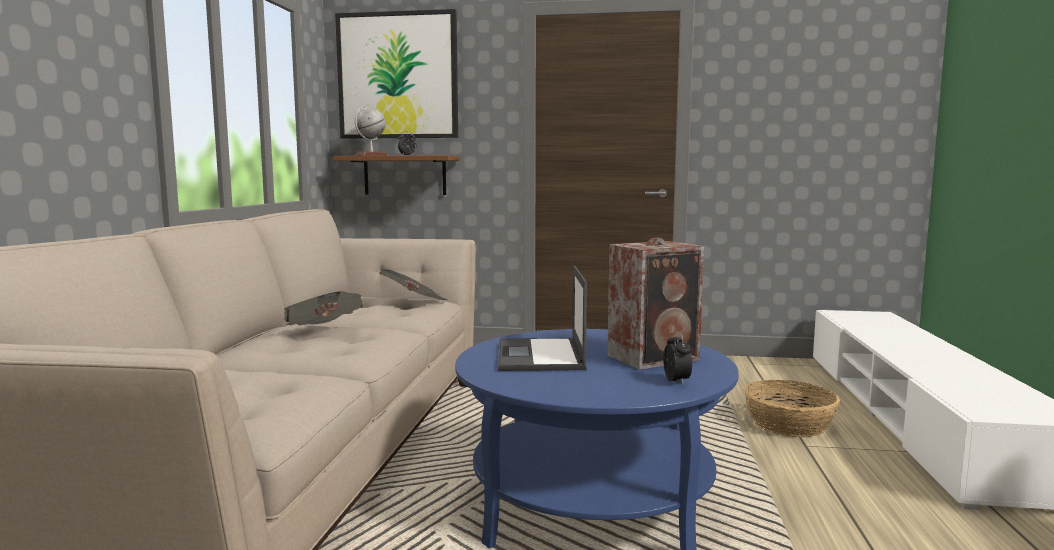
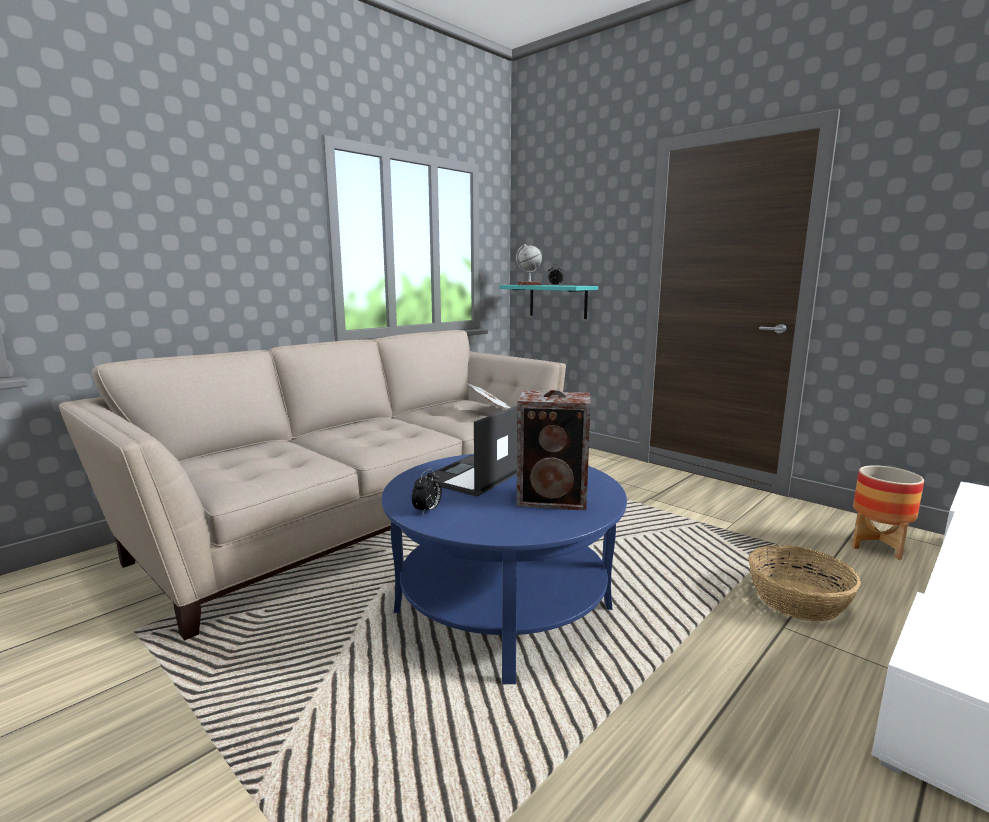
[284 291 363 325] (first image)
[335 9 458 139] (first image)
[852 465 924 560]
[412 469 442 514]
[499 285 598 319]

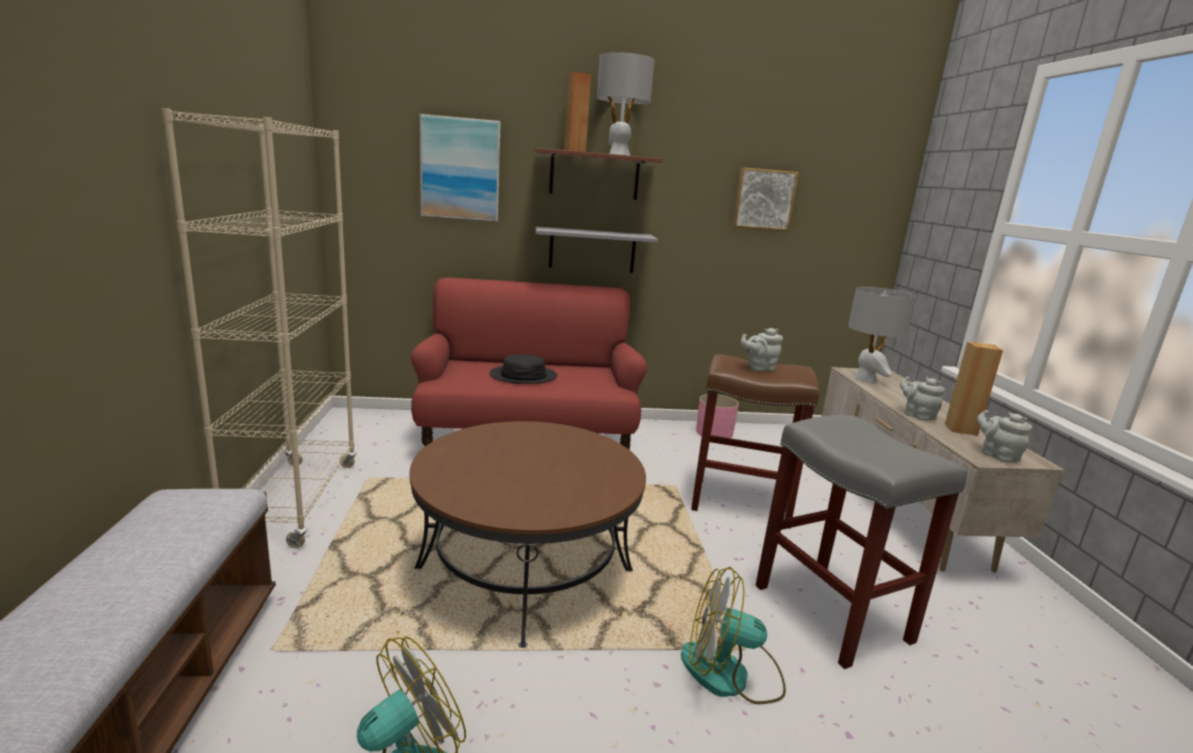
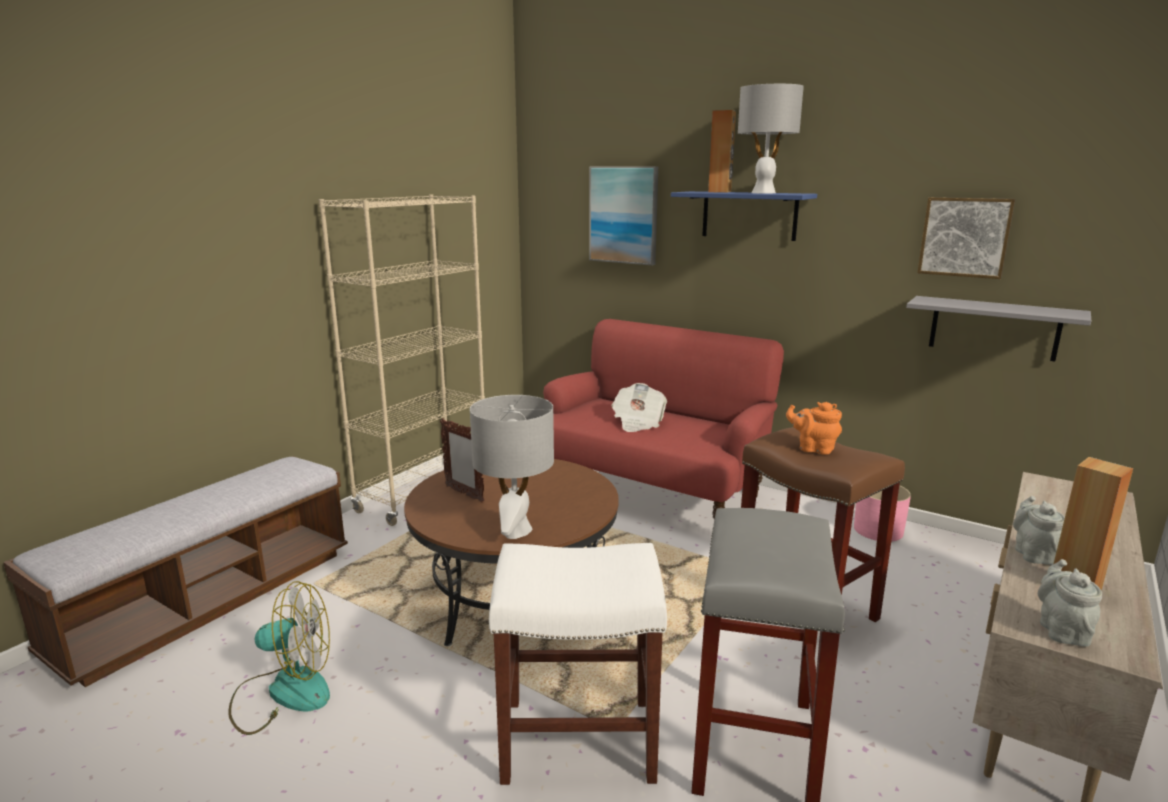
[440 418 484 503]
[906 296 1091 361]
[470 395 554 539]
[612 383 667 432]
[489 543 667 785]
[671 191 817 241]
[786 402 842 455]

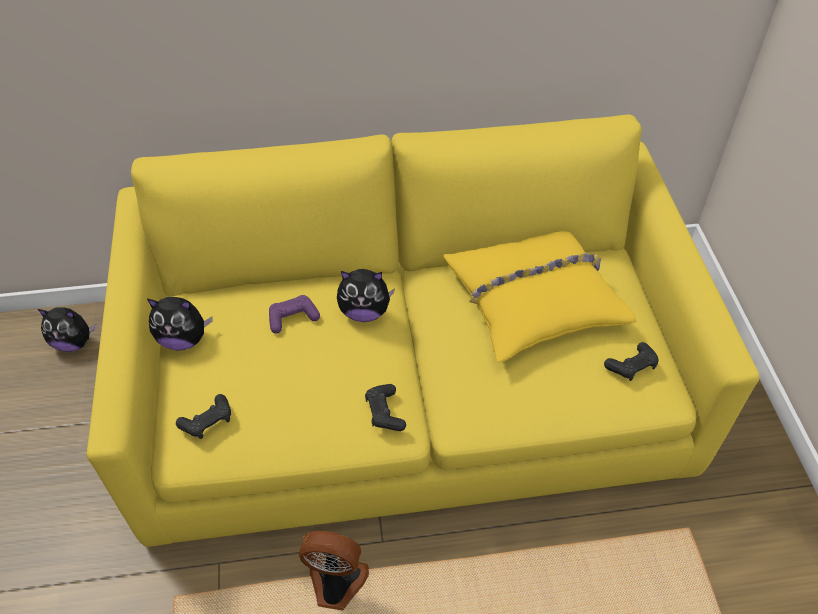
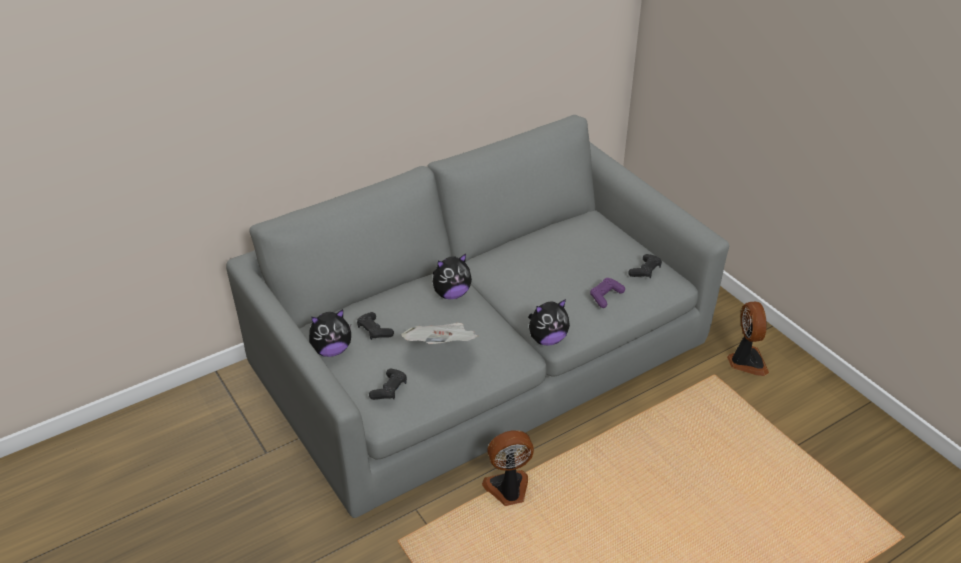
[443 231 637 363] (first image)
[401 323 479 344]
[727 302 769 376]
[528 299 570 346]
[590 278 625 308]
[357 312 394 340]
[226 115 729 518]

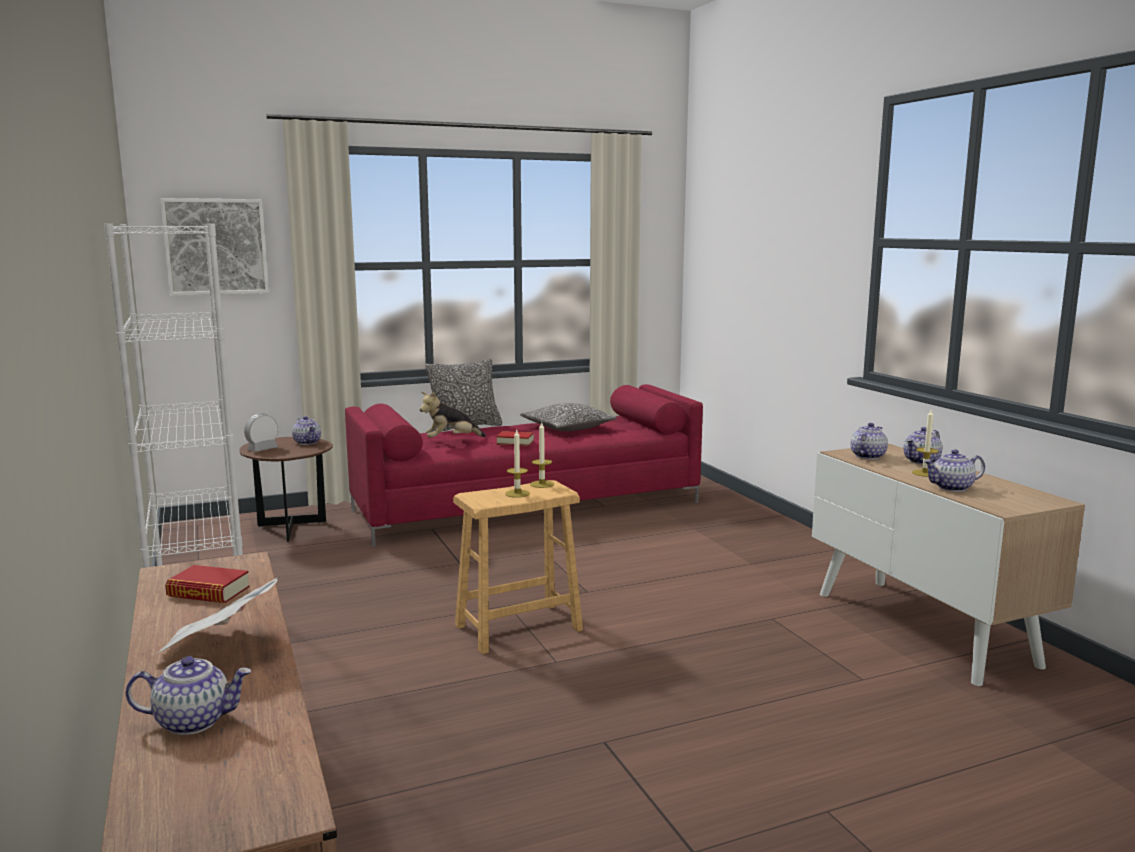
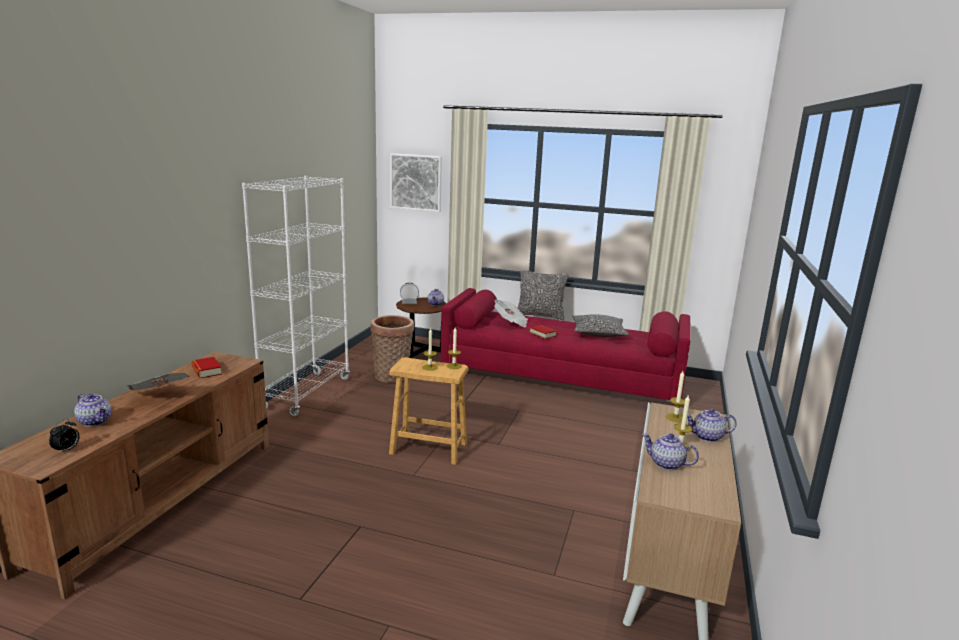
[49 419 79 454]
[370 315 414 383]
[494 299 528 328]
[666 371 685 422]

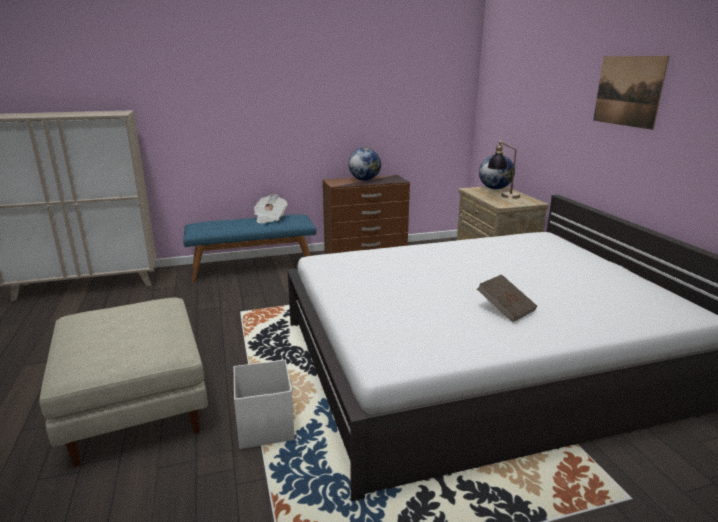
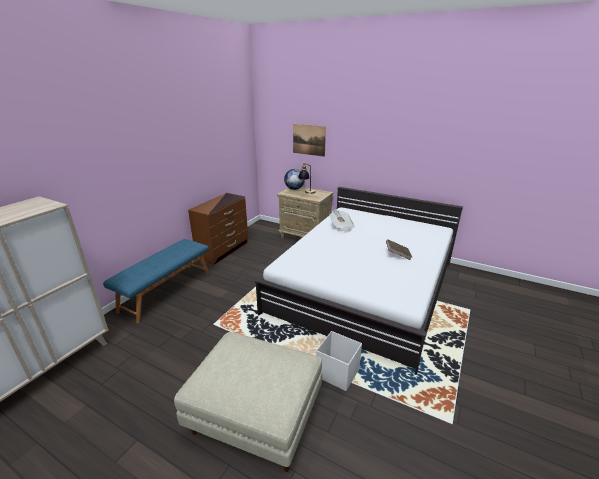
[349 148 381 181] (first image)
[329 210 355 233]
[293 124 326 157]

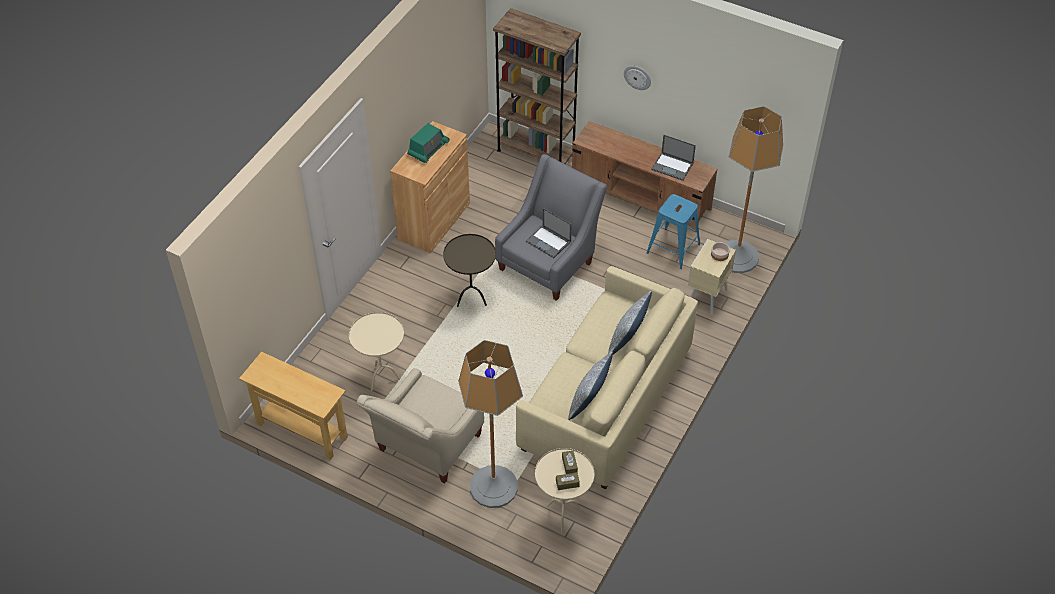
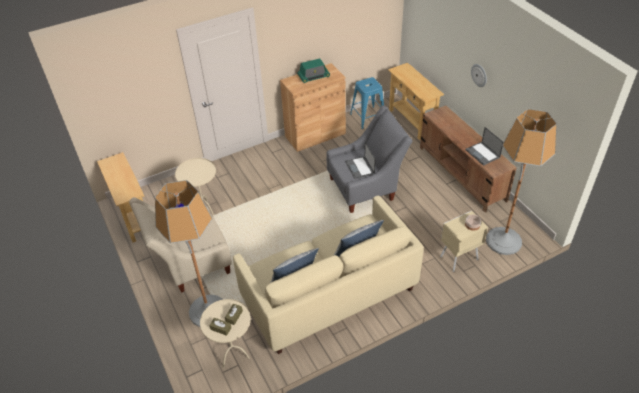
[443 234 496 307] (first image)
[350 77 384 129]
[388 63 444 140]

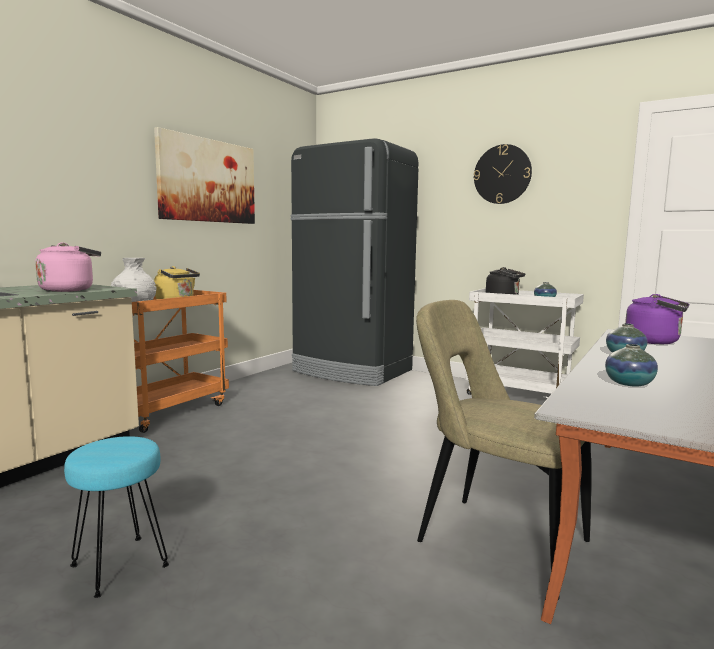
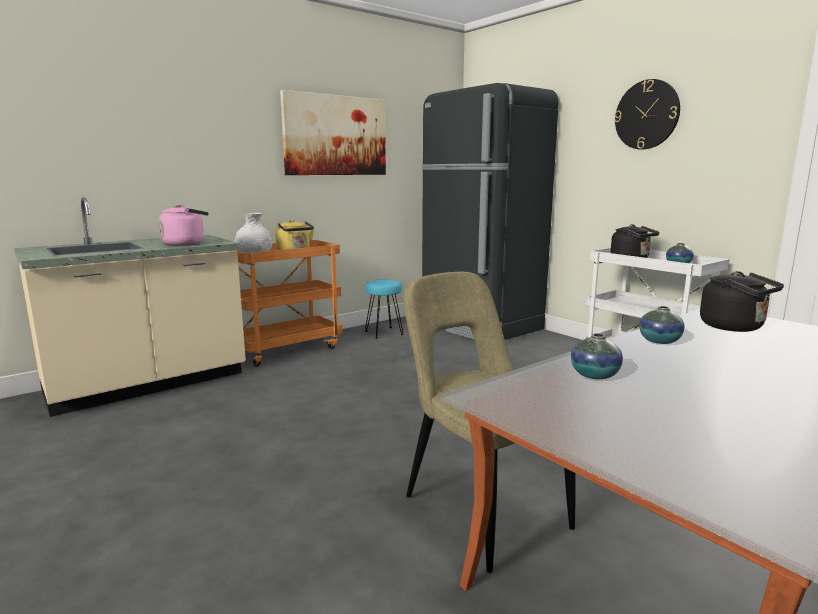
[365 280 404 339]
[700 271 784 332]

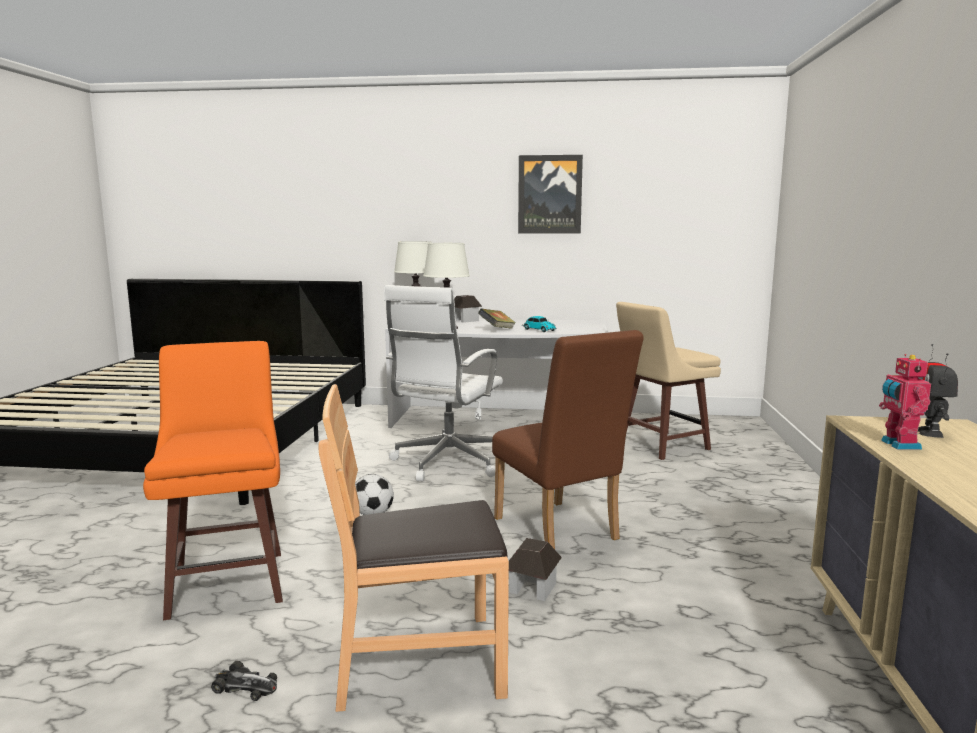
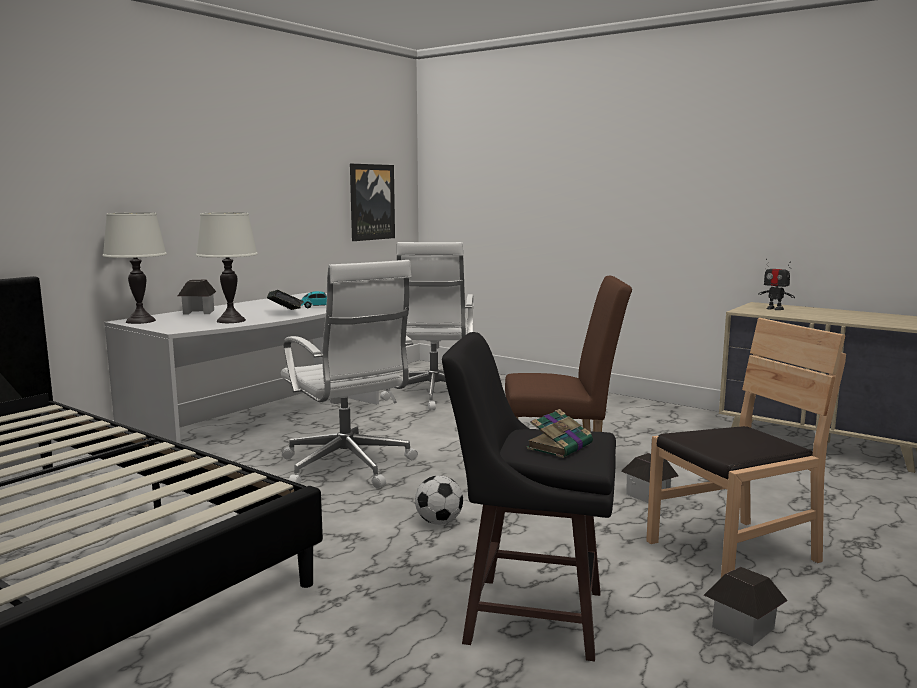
[879 354 931 449] (first image)
[526 409 593 458]
[350 164 395 241]
[704 567 788 646]
[380 242 474 411]
[442 332 616 662]
[646 318 846 578]

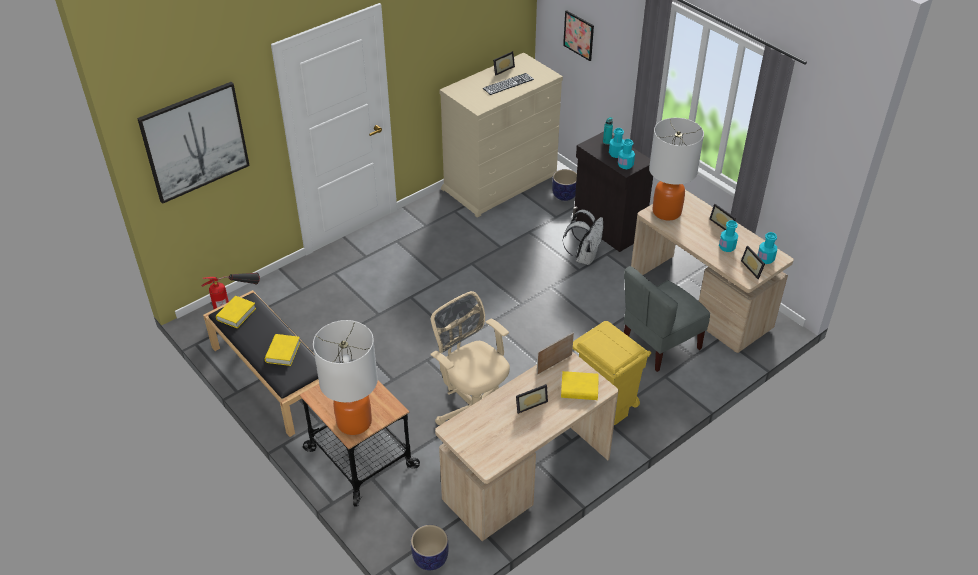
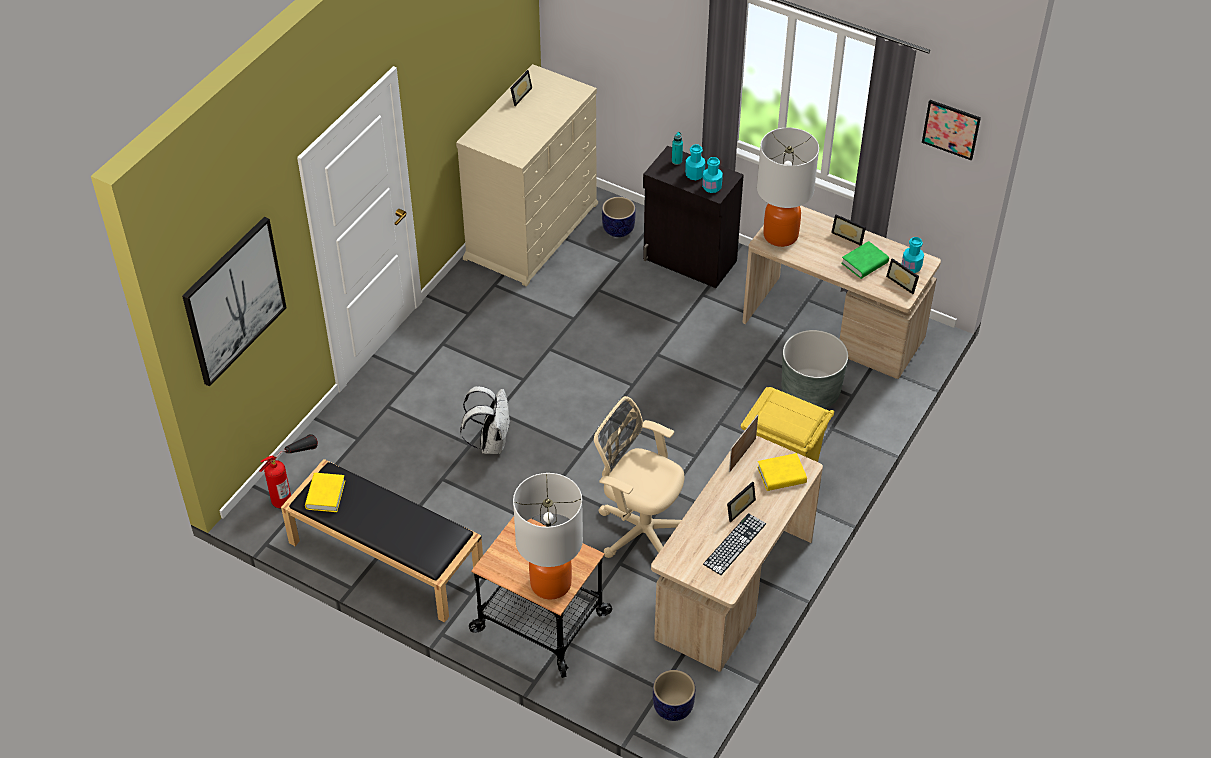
[265 334 300 366] (first image)
[703 513 766 575]
[922 100 981 160]
[460 386 511 454]
[782 330 848 409]
[841 241 889 279]

